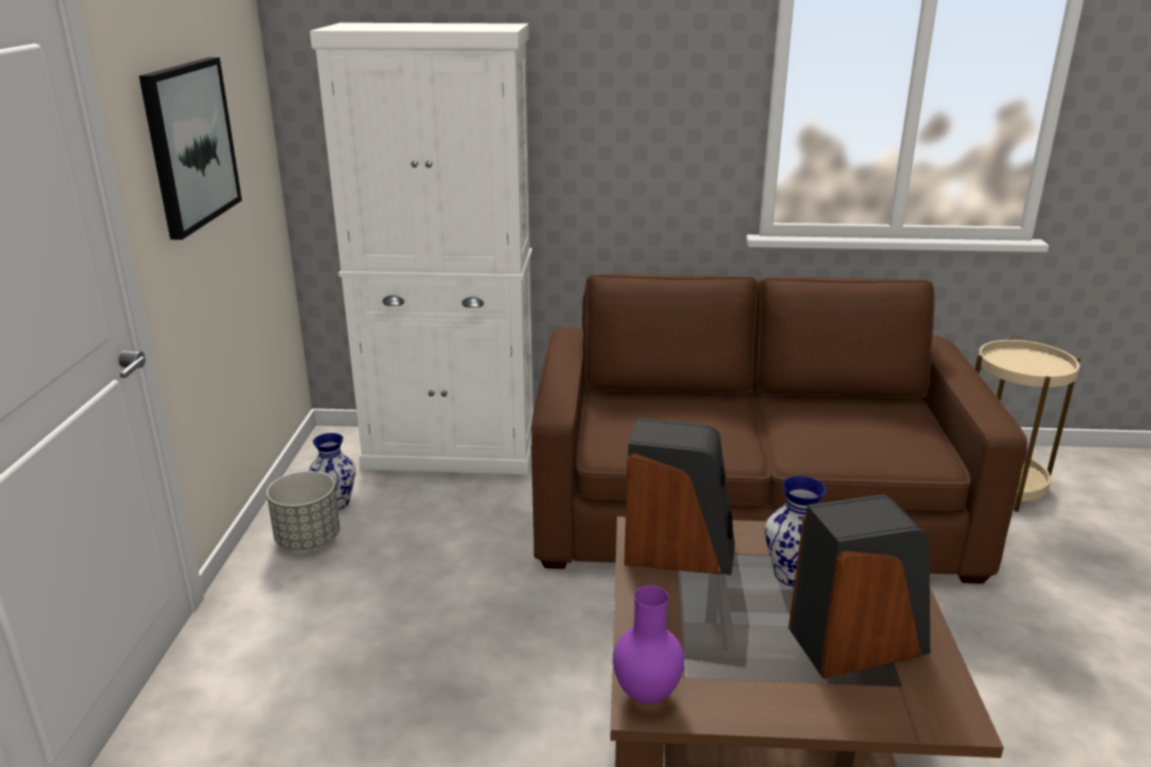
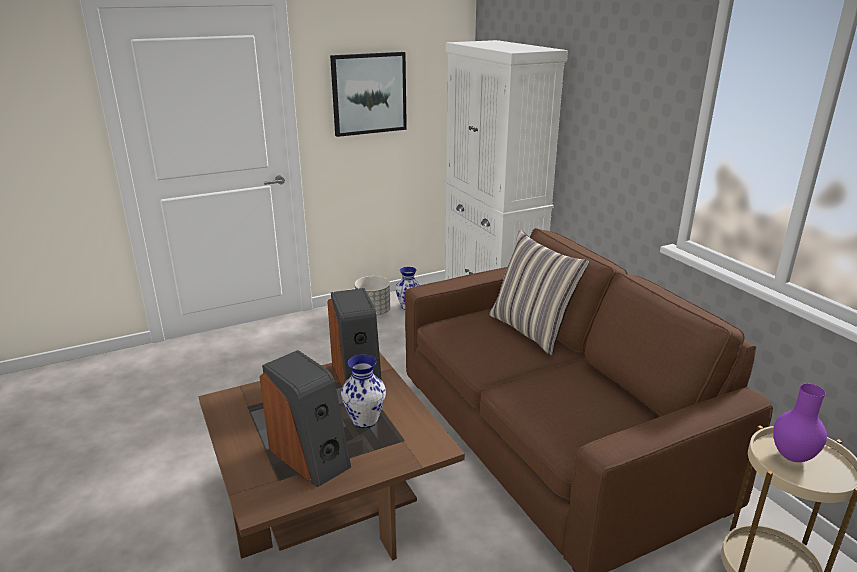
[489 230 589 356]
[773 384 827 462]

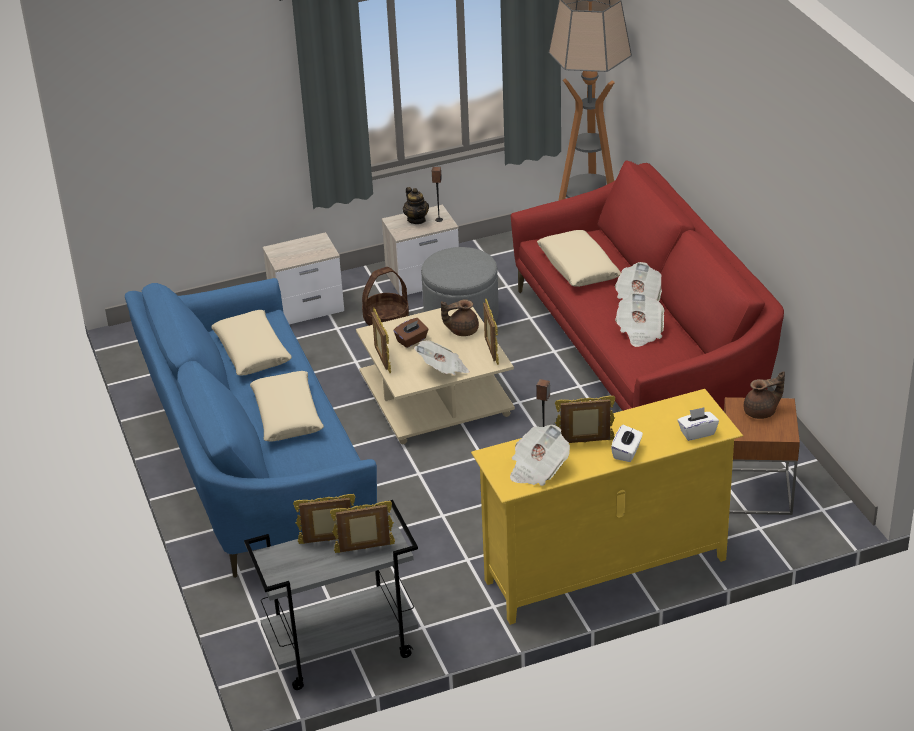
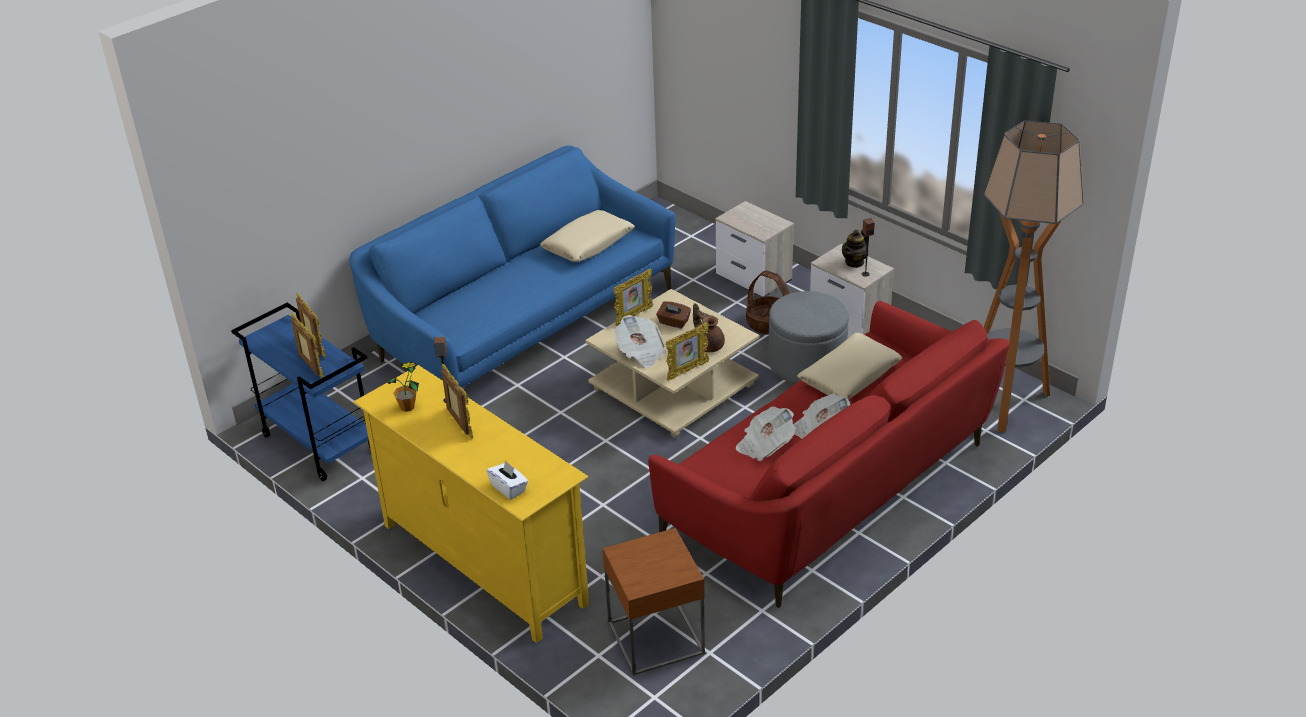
[250 371 324 441] (first image)
[611 425 643 462] (first image)
[744 371 785 419] (first image)
[386 361 419 412]
[231 303 370 481]

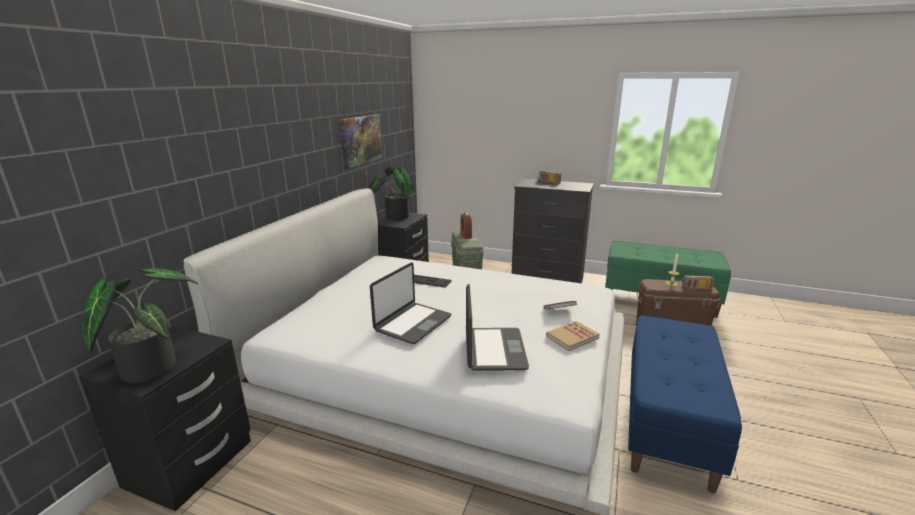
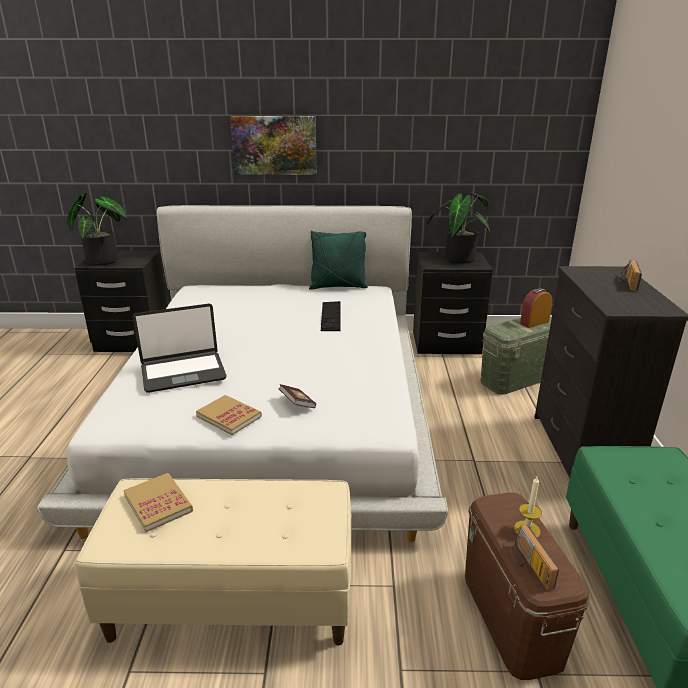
[370 263 451 344] (first image)
[124 473 193 532]
[309 231 368 290]
[230 116 317 175]
[76 478 351 645]

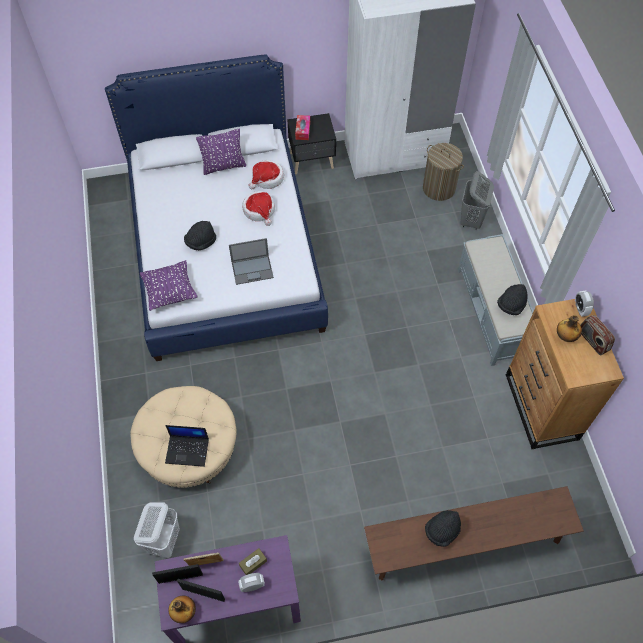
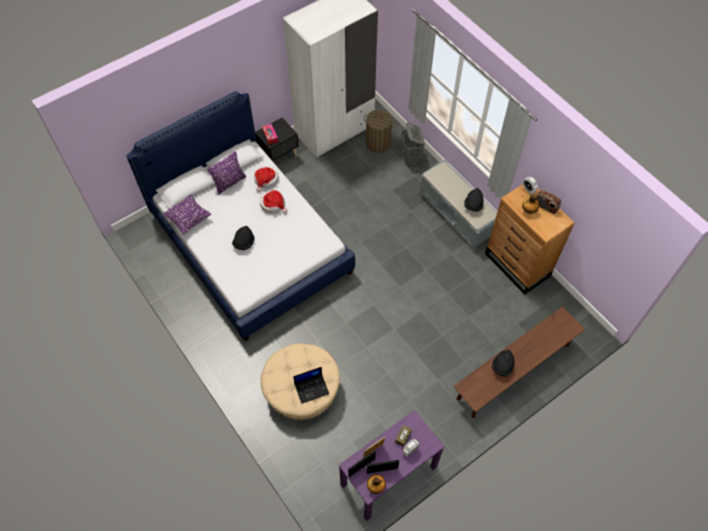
[134 503 180 558] (first image)
[229 238 274 285] (first image)
[163 194 211 235]

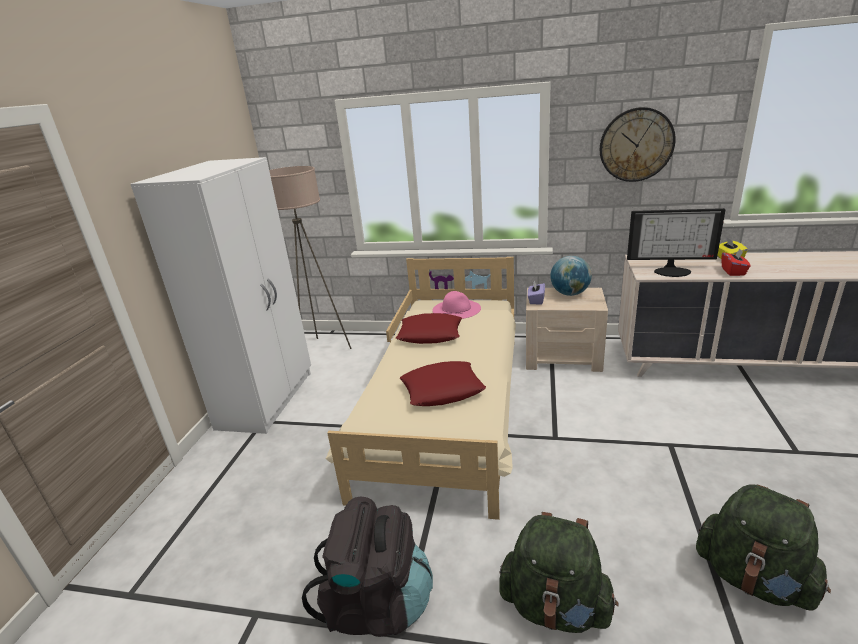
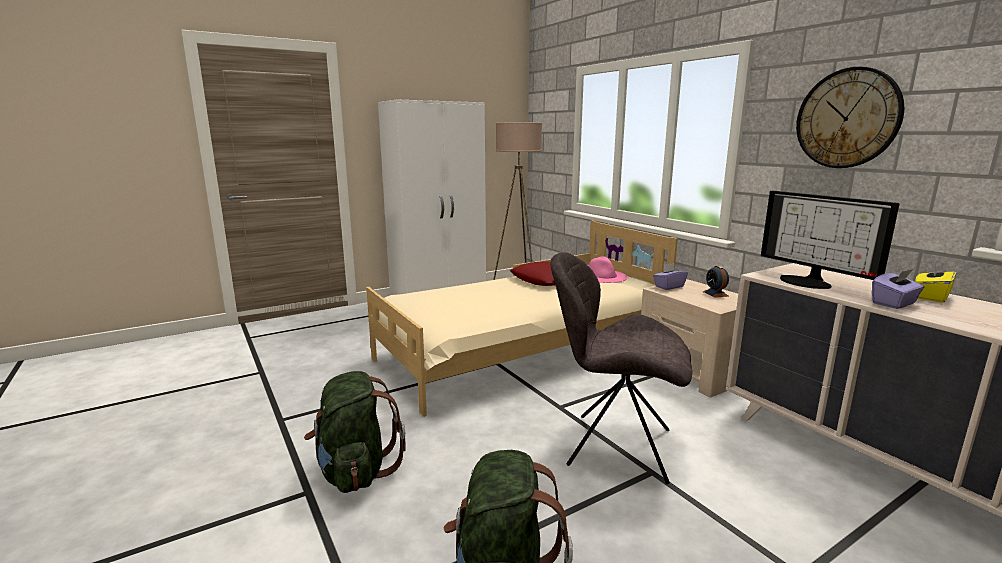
[302 496 433 637] (first image)
[400 361 486 406] (first image)
[550 252 692 484]
[703 266 729 298]
[872 269 925 309]

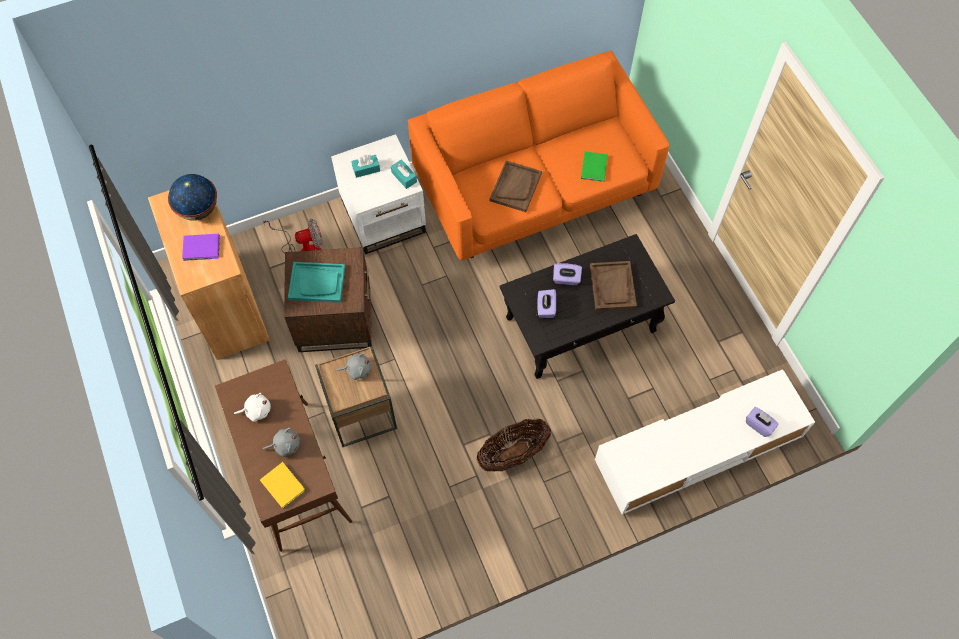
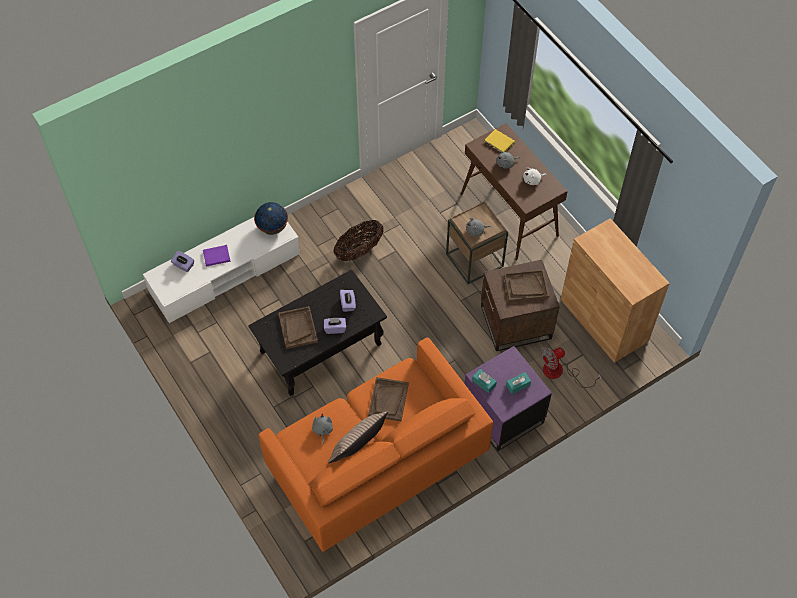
[328 412 388 463]
[254 202 288 235]
[203 245 231 267]
[312 413 333 445]
[504 269 549 302]
[464 346 552 451]

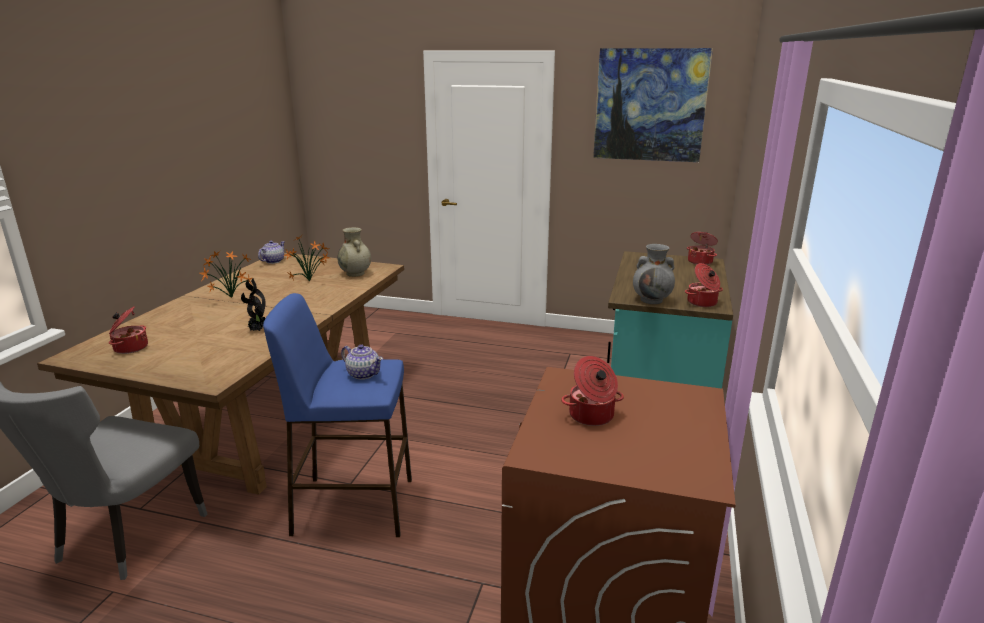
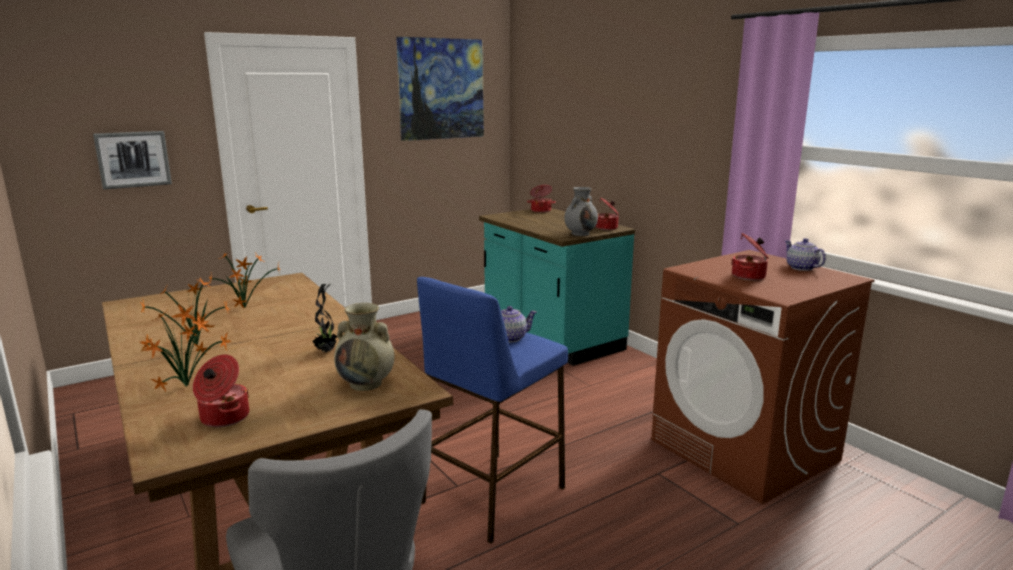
[93 131 172 190]
[140 312 231 392]
[785 238 826 271]
[334 303 394 391]

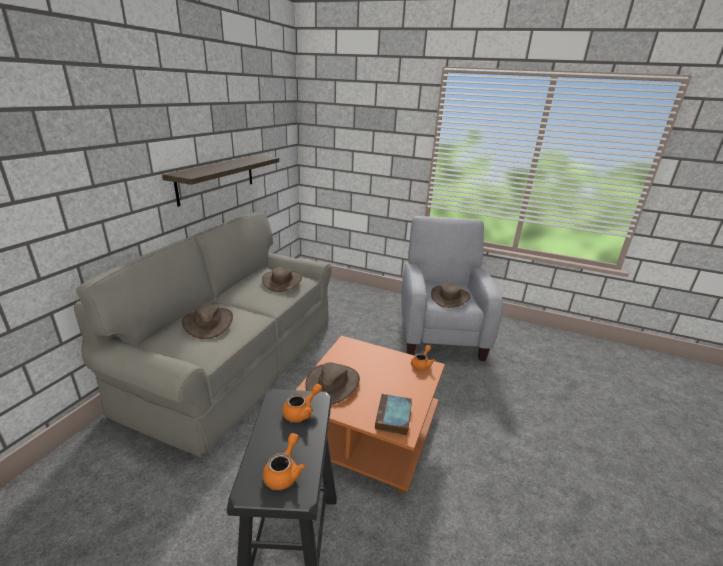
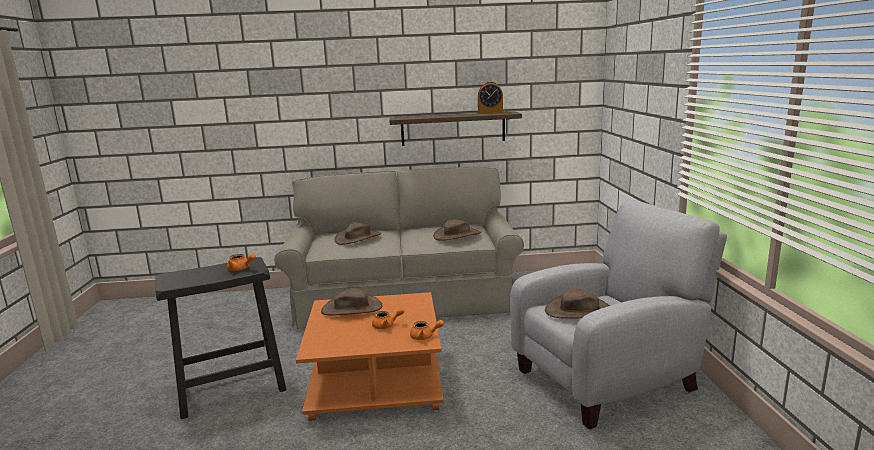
[375 394 412 435] (first image)
[478 81 503 114]
[372 308 404 329]

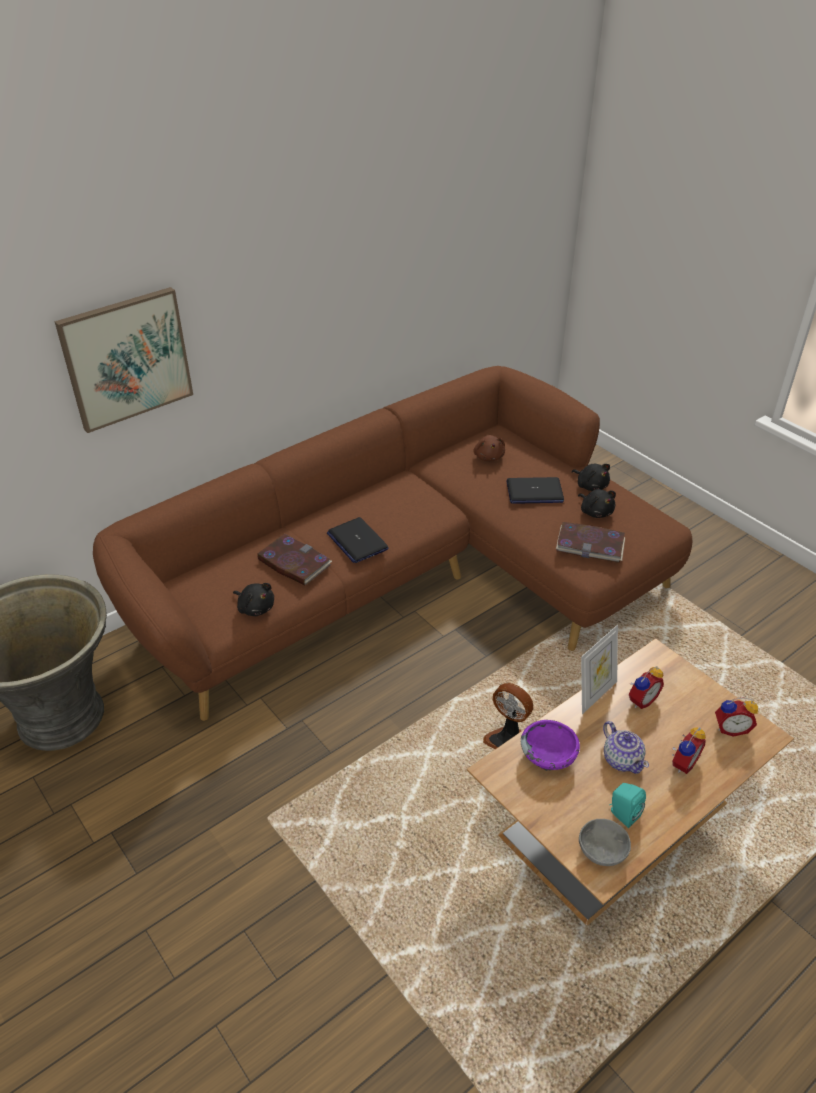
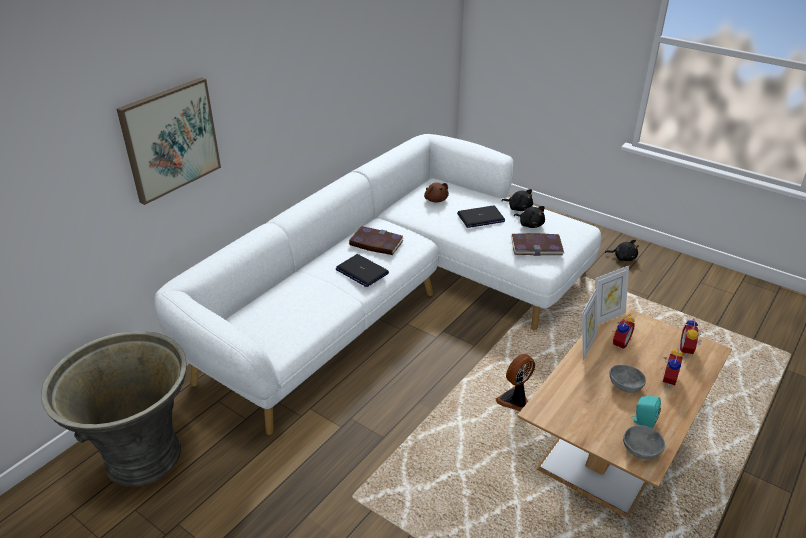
[521 720 580 771] (first image)
[595 266 629 325]
[605 240 639 261]
[349 226 404 255]
[610 365 646 393]
[154 134 601 435]
[496 354 535 411]
[680 319 702 356]

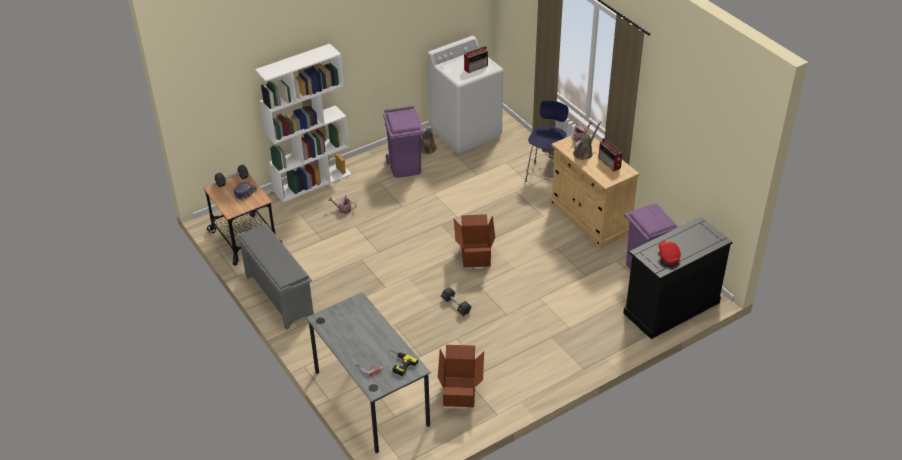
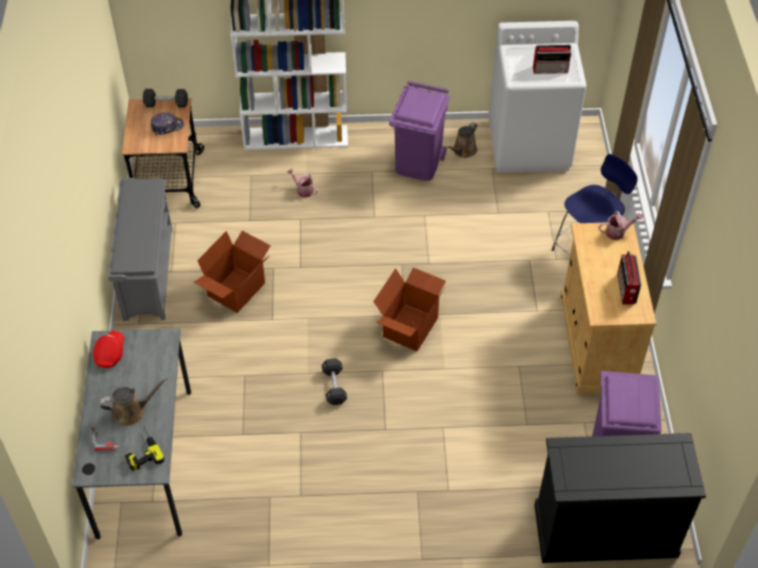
[194 231 271 313]
[99 378 168 426]
[93 331 124 368]

